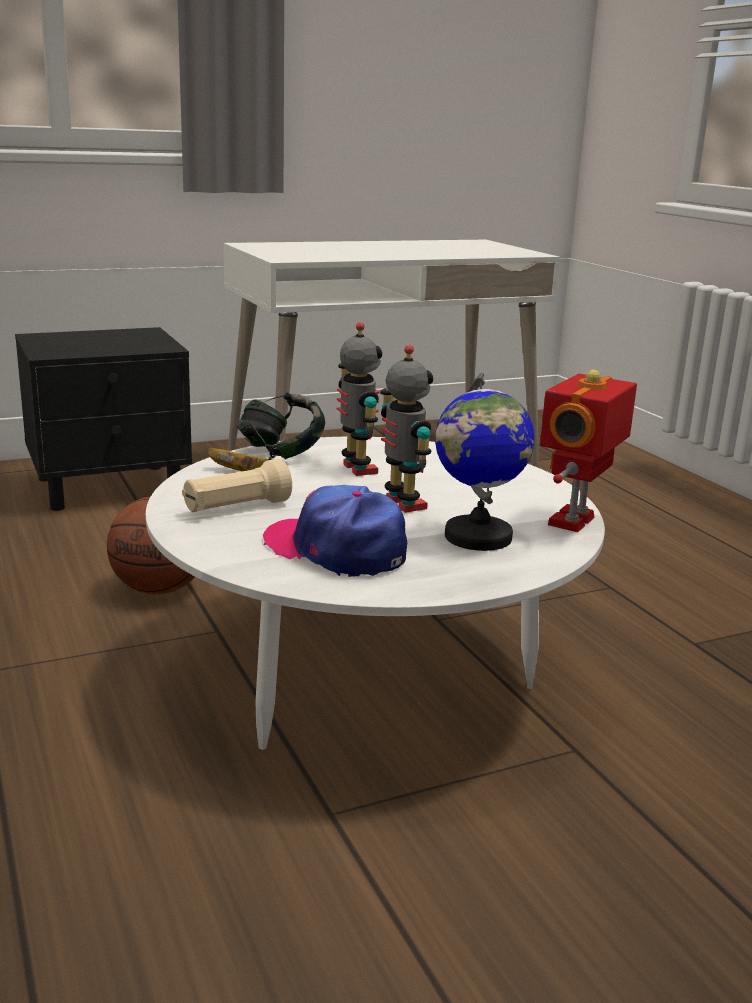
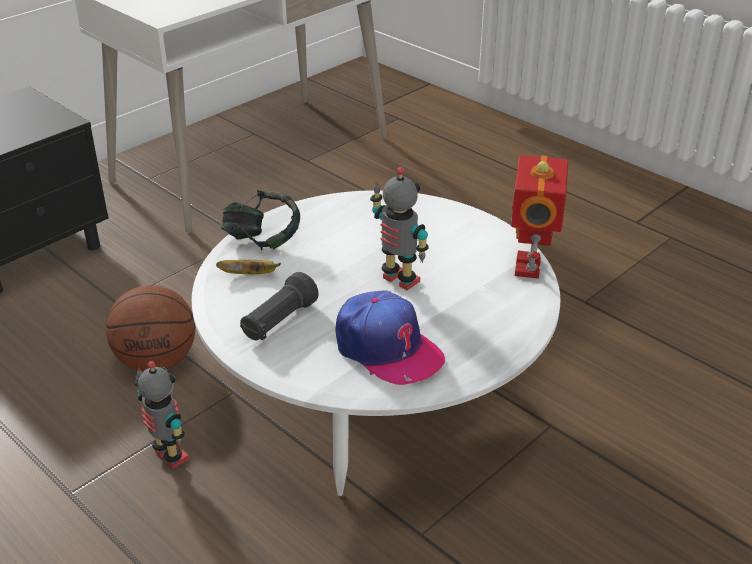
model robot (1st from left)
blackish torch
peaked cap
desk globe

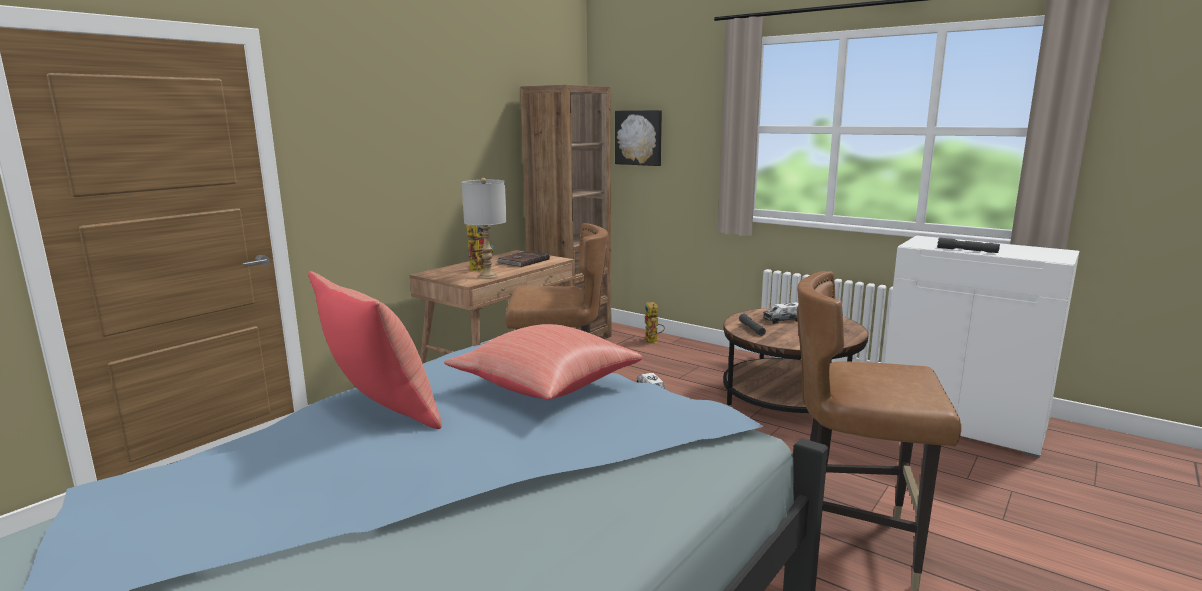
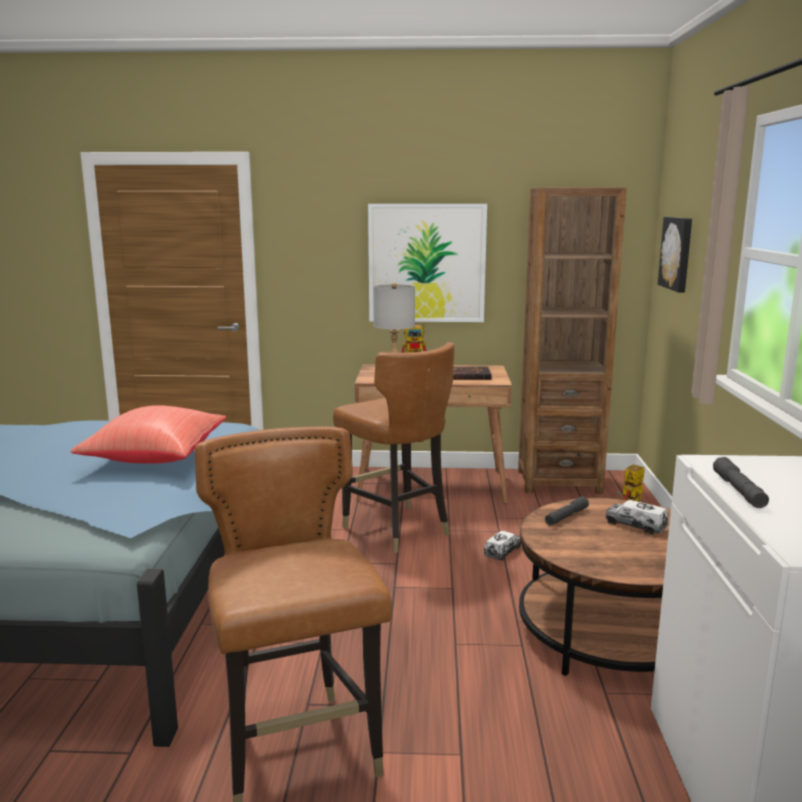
picture (1st from left)
red-coloured pillow (1st from left in the first image)

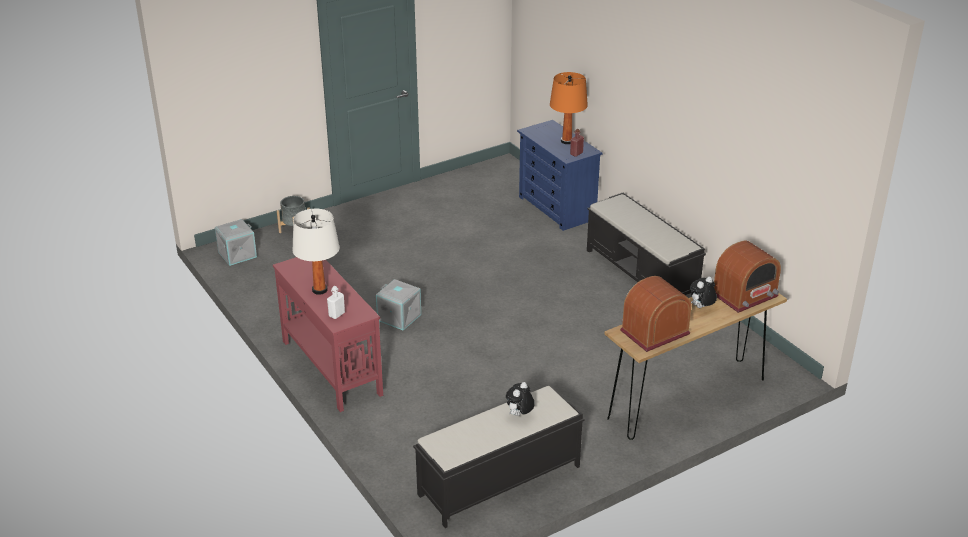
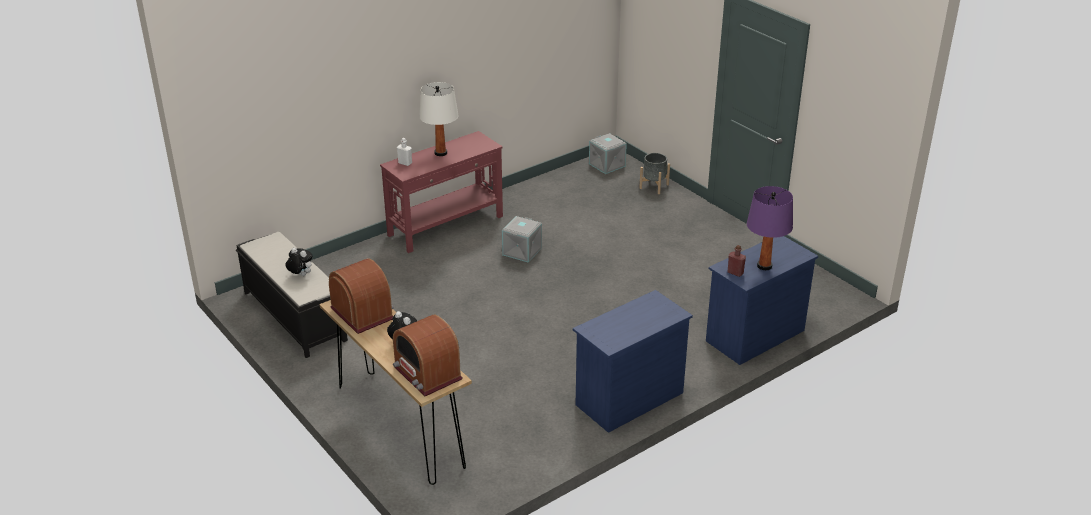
bluish drawer chest (1st from left)
purple table lamp

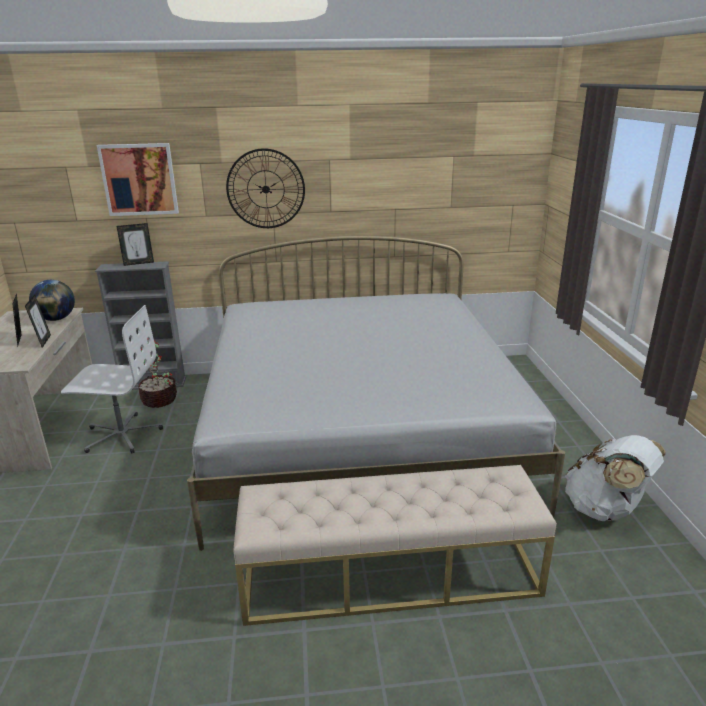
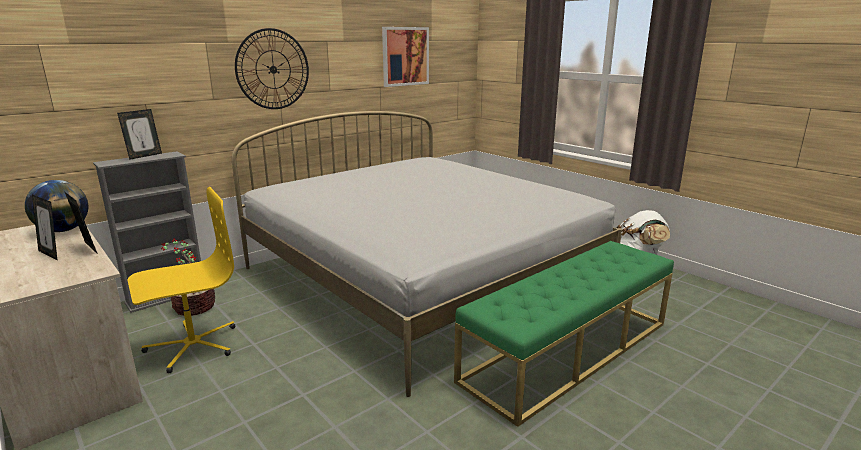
yellow-coloured computer chair
picture
green long seat

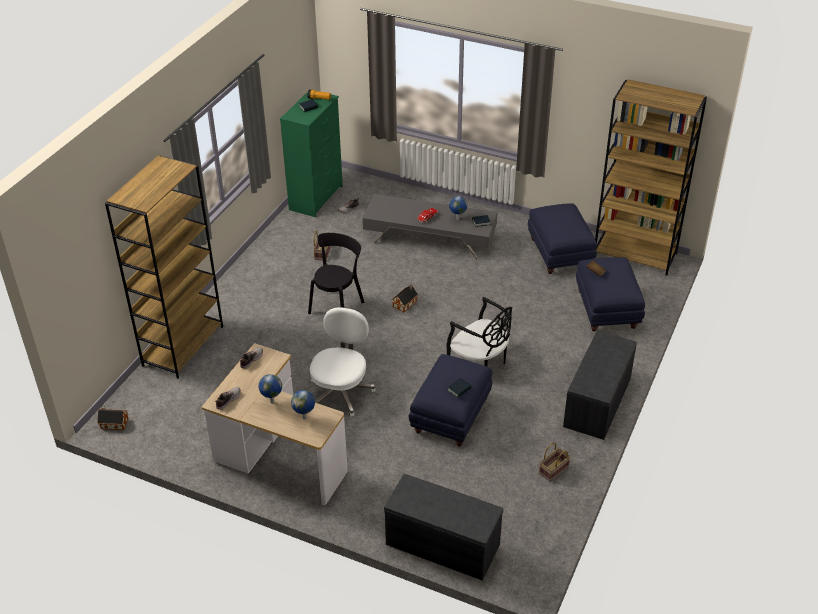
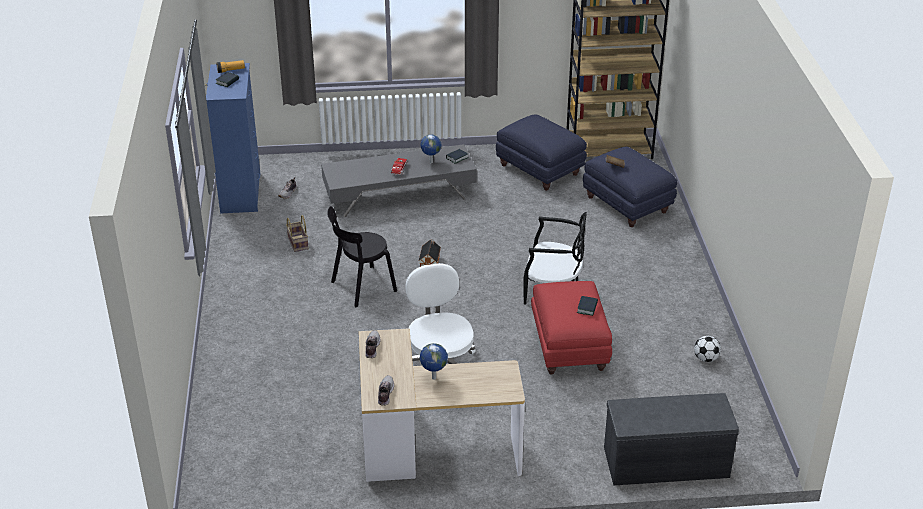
bluish drawer chest
blackish upright chair (1st from left)
red-coloured ottoman
football ball
miniature house (1st from left in the first image)
brown-coloured shelving unit (1st from left in the first image)
desk globe (2nd from left in the first image)
greyish long seat (2nd from left in the first image)

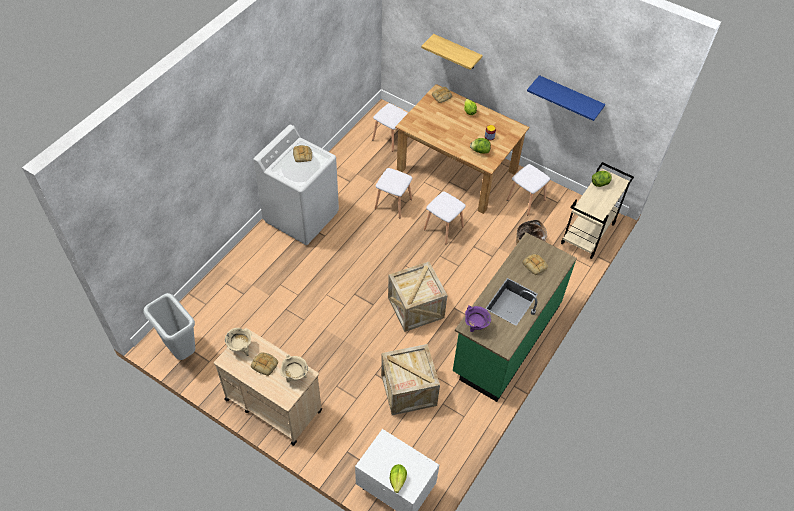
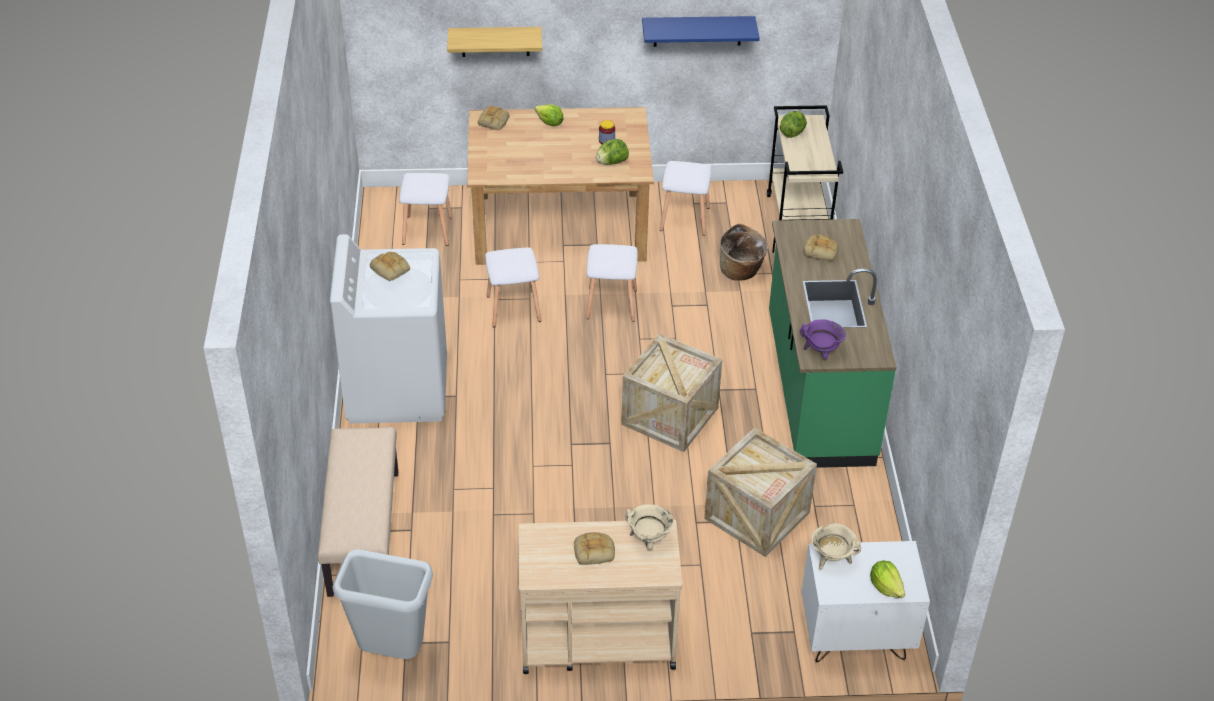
sand-coloured long seat
sand-coloured stockpot (2nd from left)

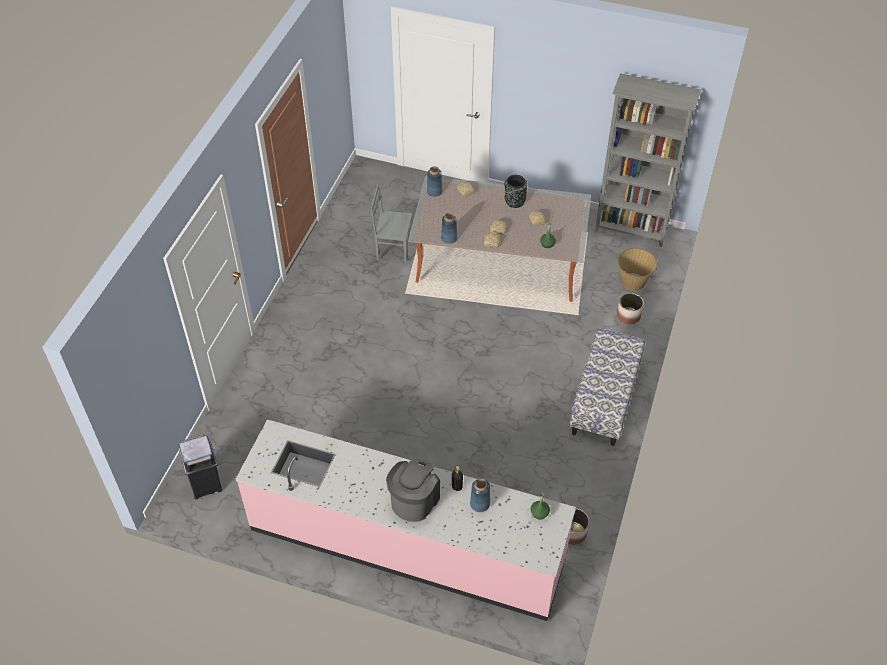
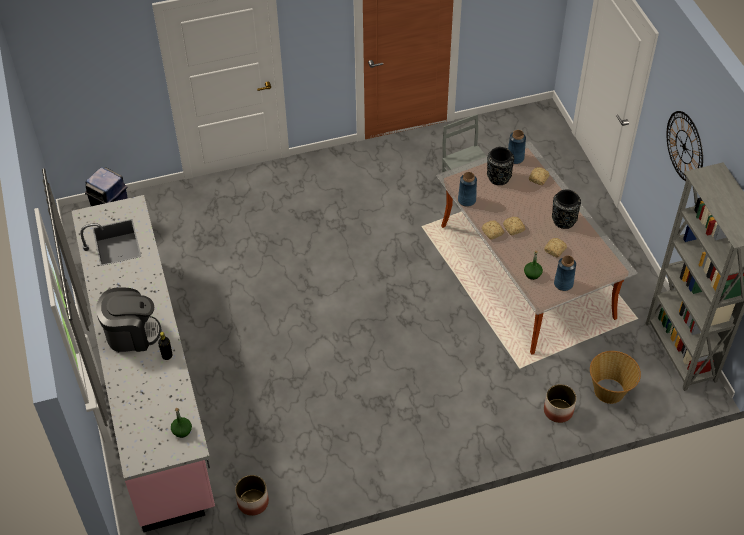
blackish decorative vase (1st from left)
bluish decorative vase (3rd from left)
wall clock
long seat

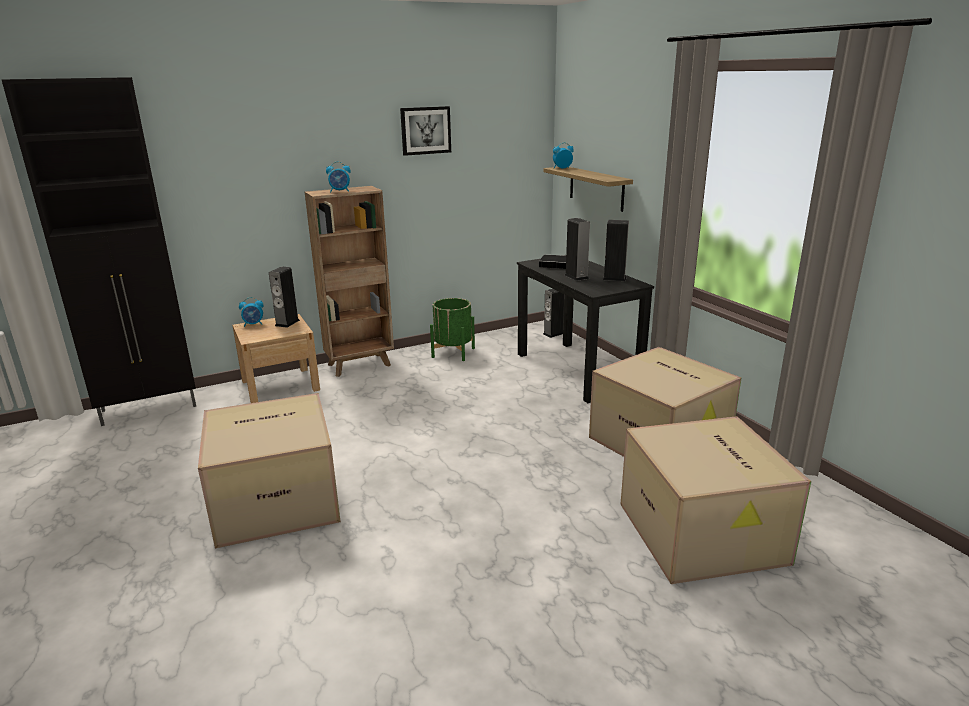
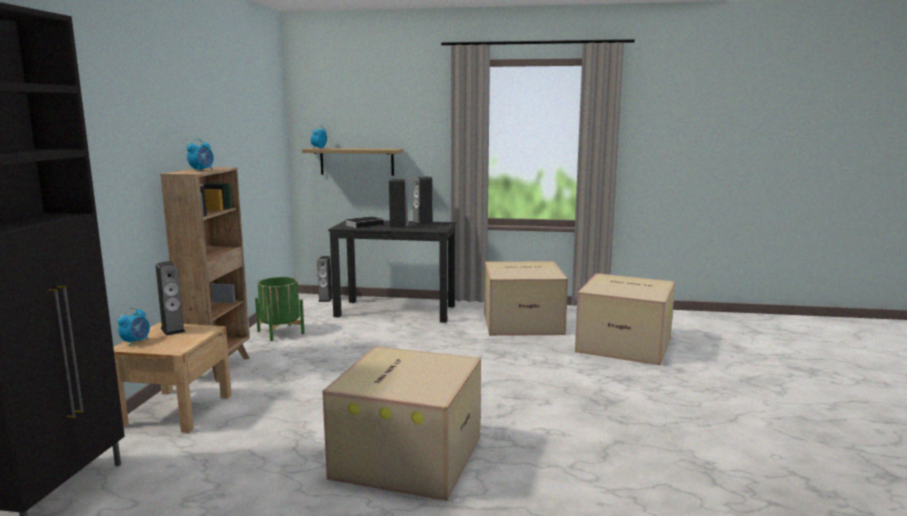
picture

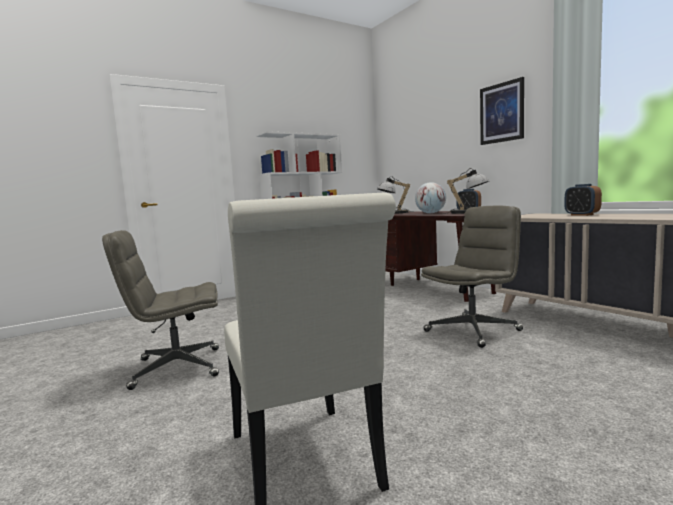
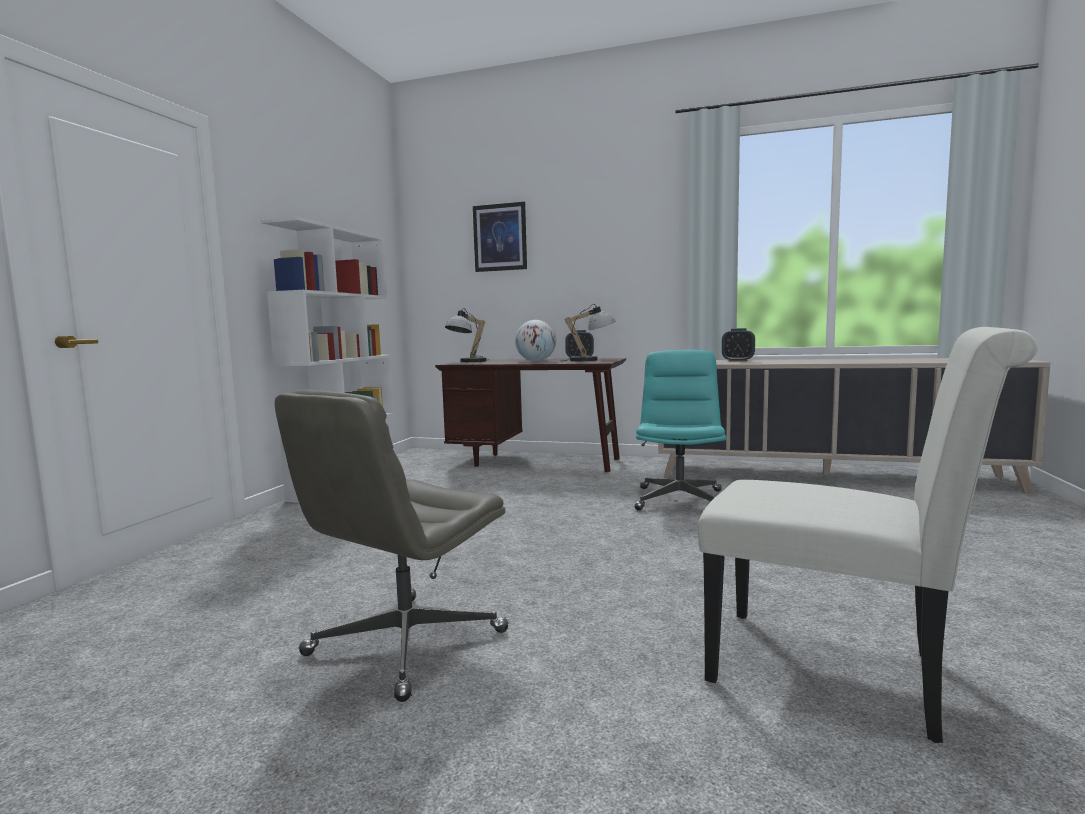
picture
turquoise computer chair

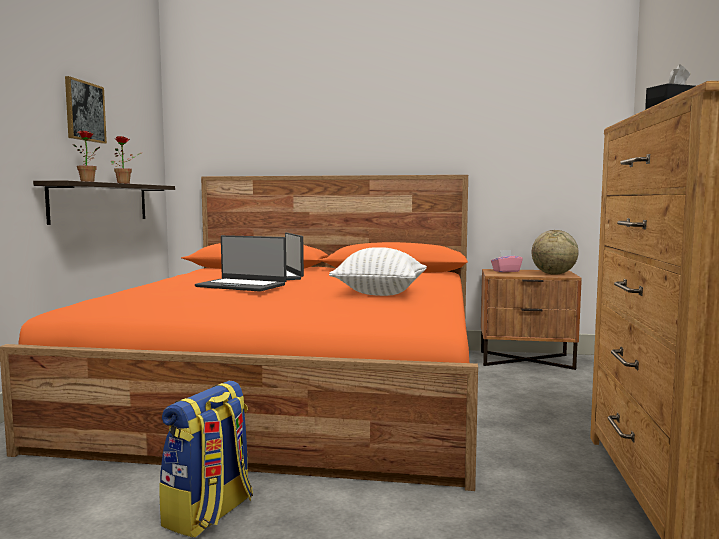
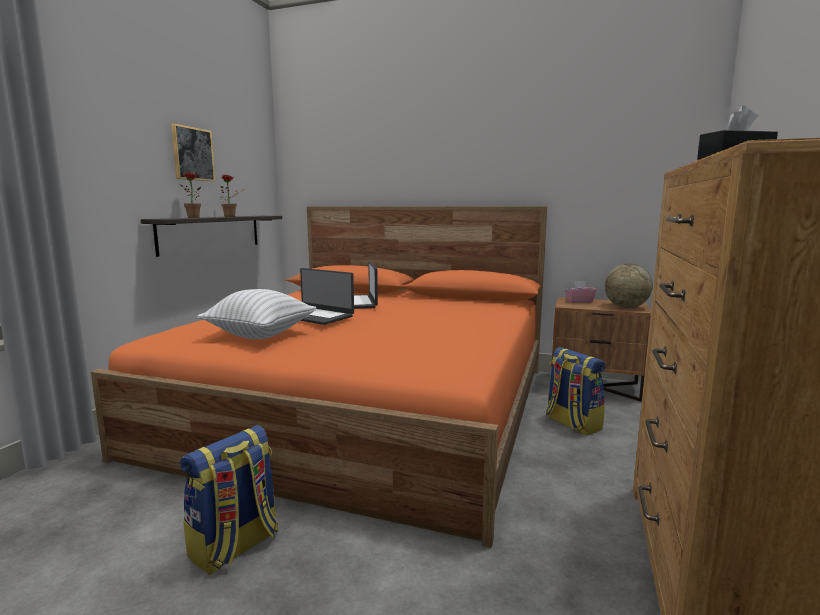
white-coloured pillow
backpack (2nd from left)

